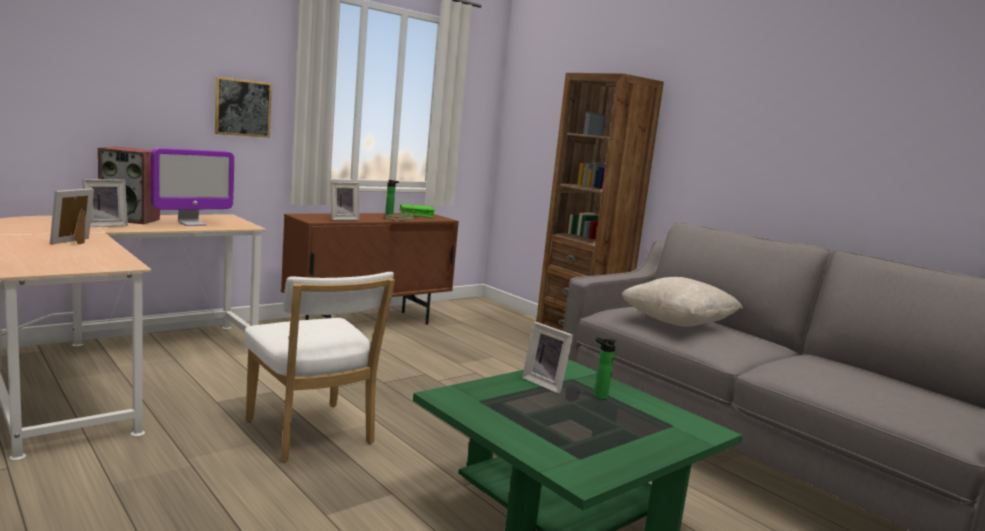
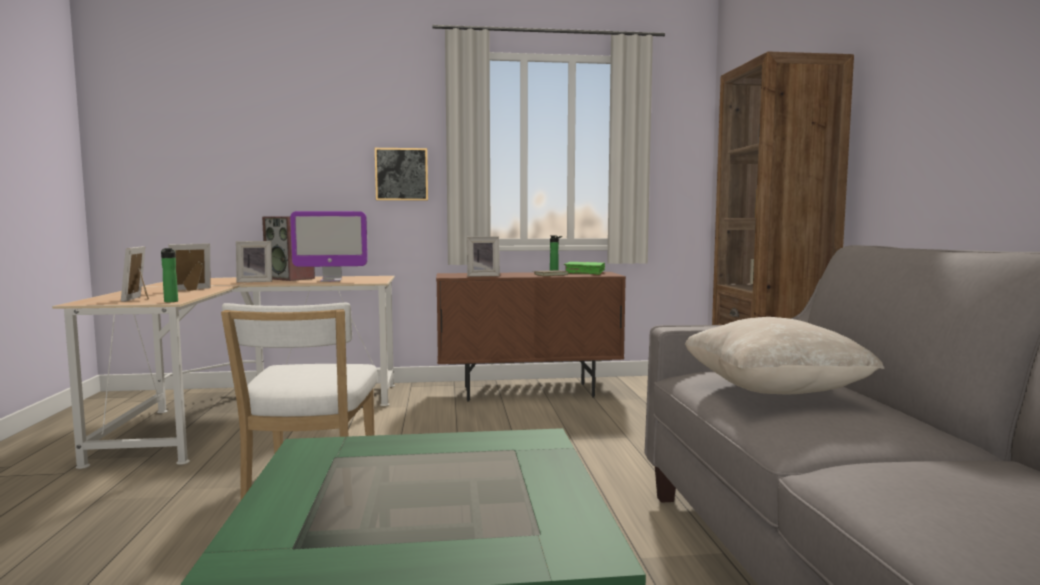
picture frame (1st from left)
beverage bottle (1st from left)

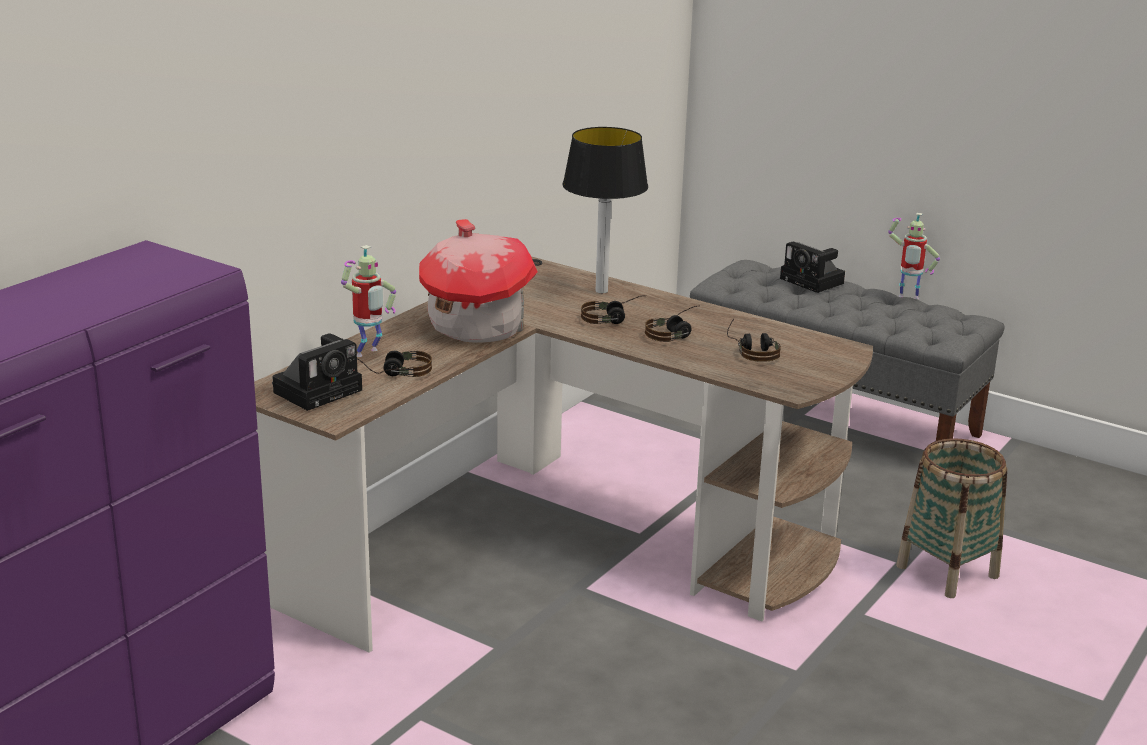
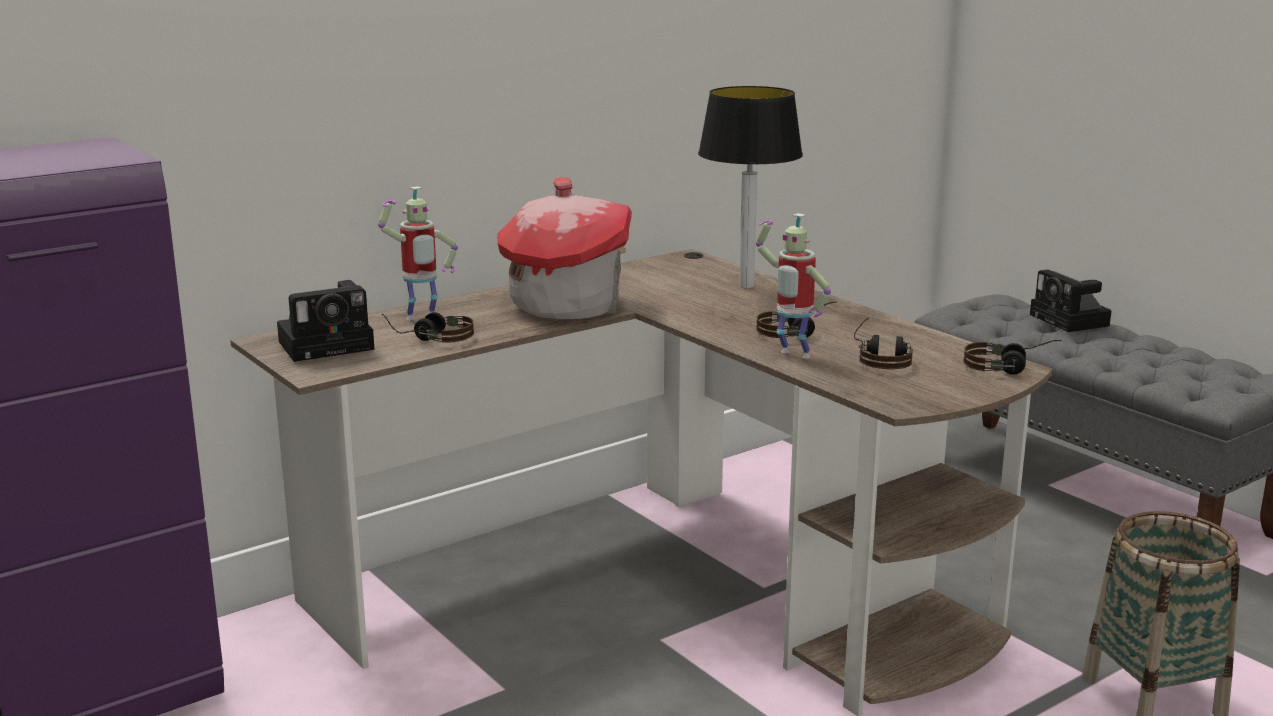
model robot (2nd from left)
headphones (4th from left)

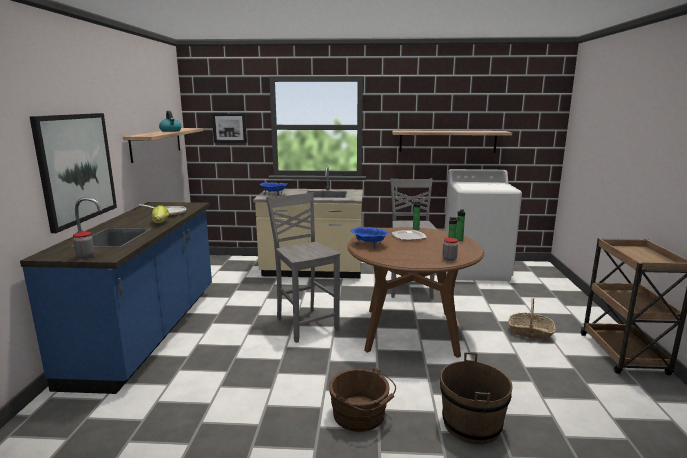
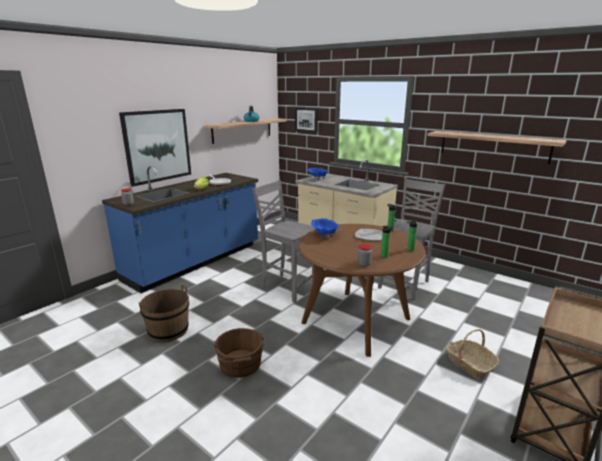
brown-coloured water bucket (1st from left)
greyish upright chair (1st from left)
white-coloured laundry appliance

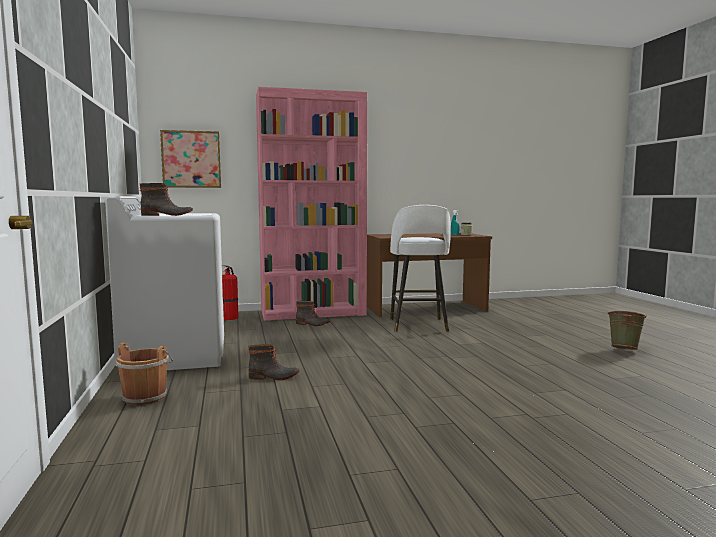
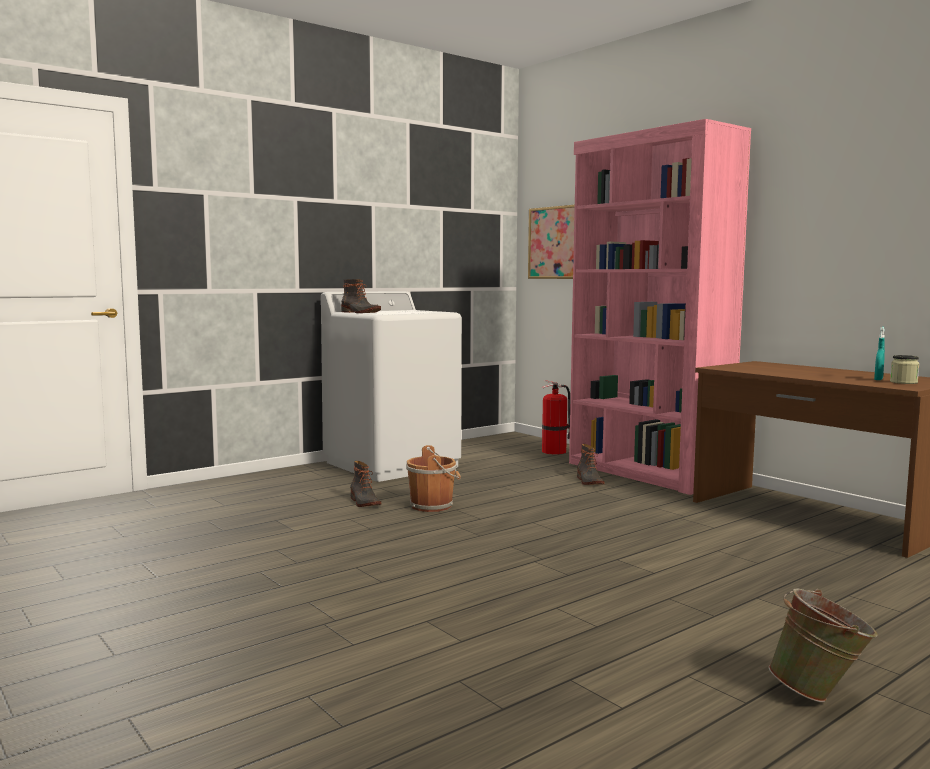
brown-coloured water bucket
white-coloured sitting stool

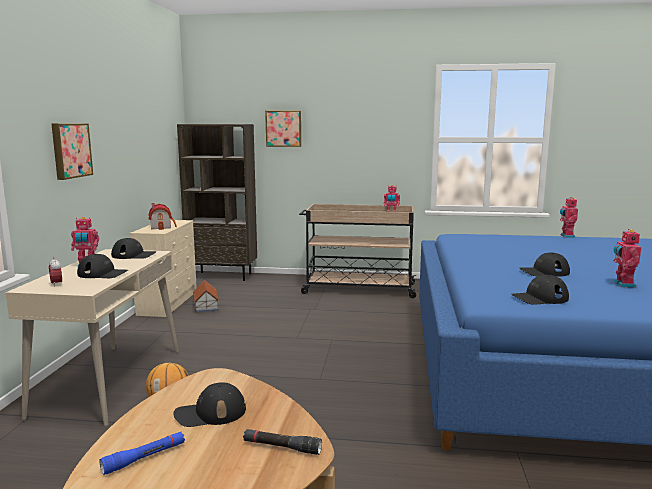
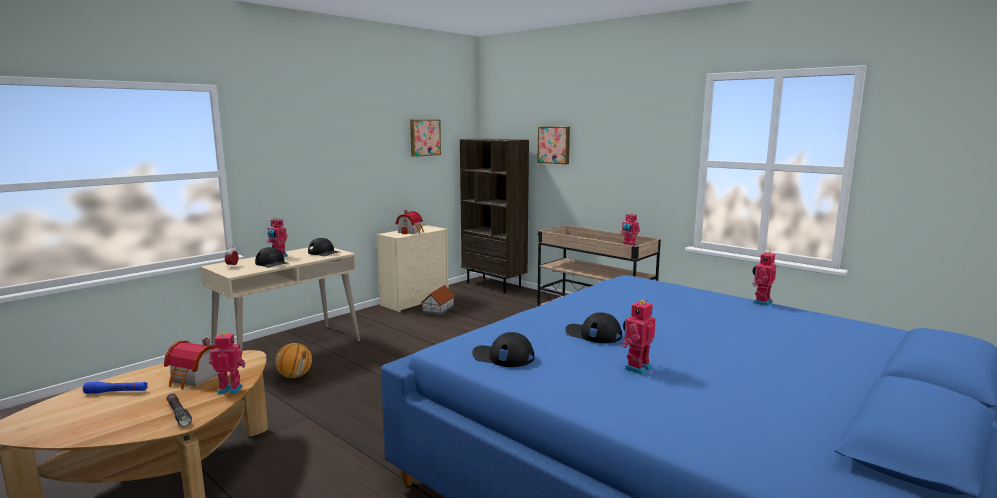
miniature house (1st from left)
model robot (1st from left)
picture (1st from left)

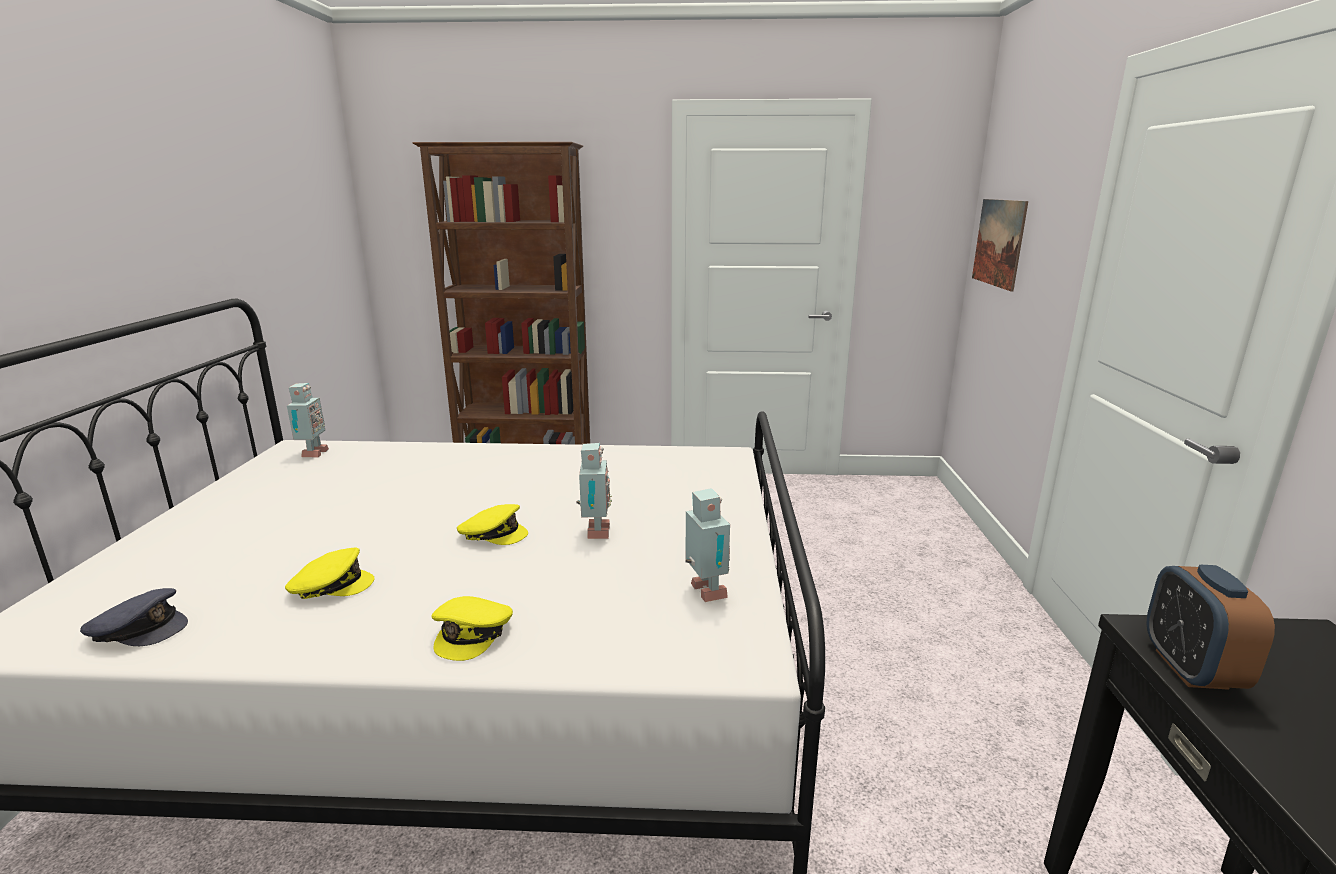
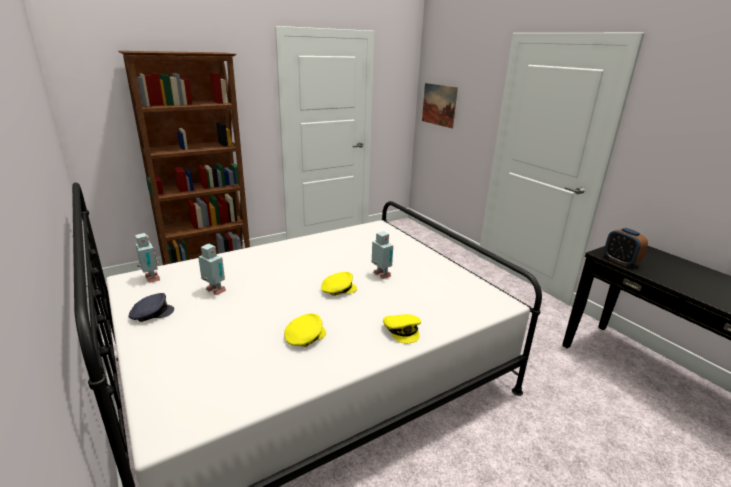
greyish peaked cap
model robot (2nd from left)

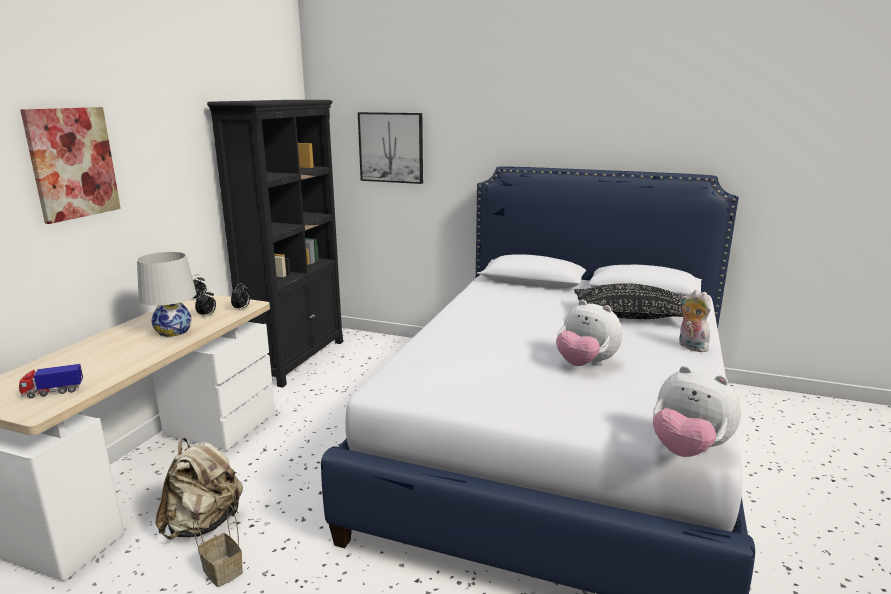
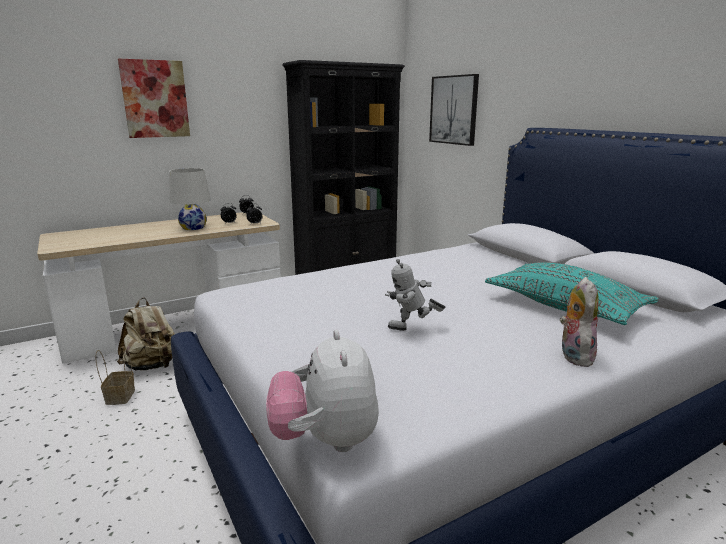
model robot
turquoise pillow
model truck

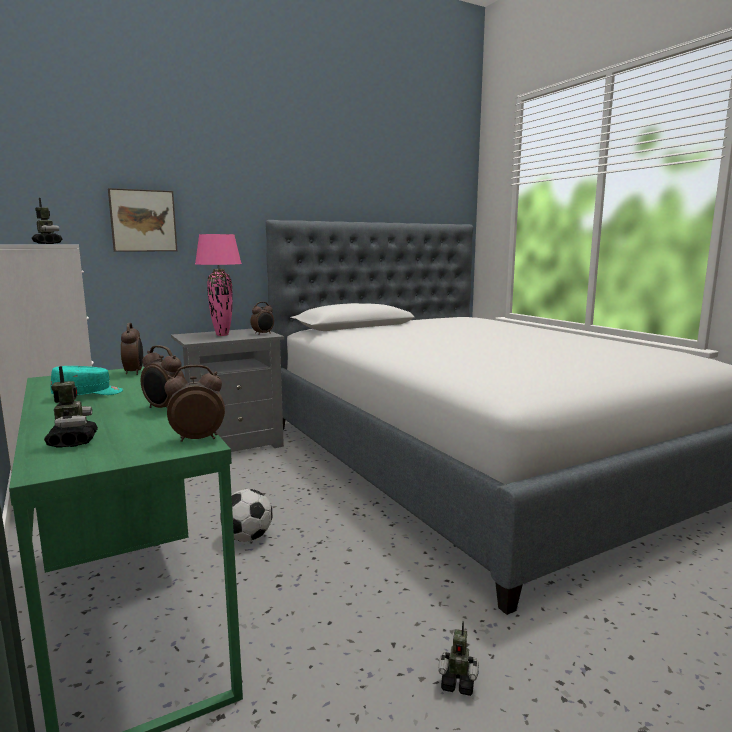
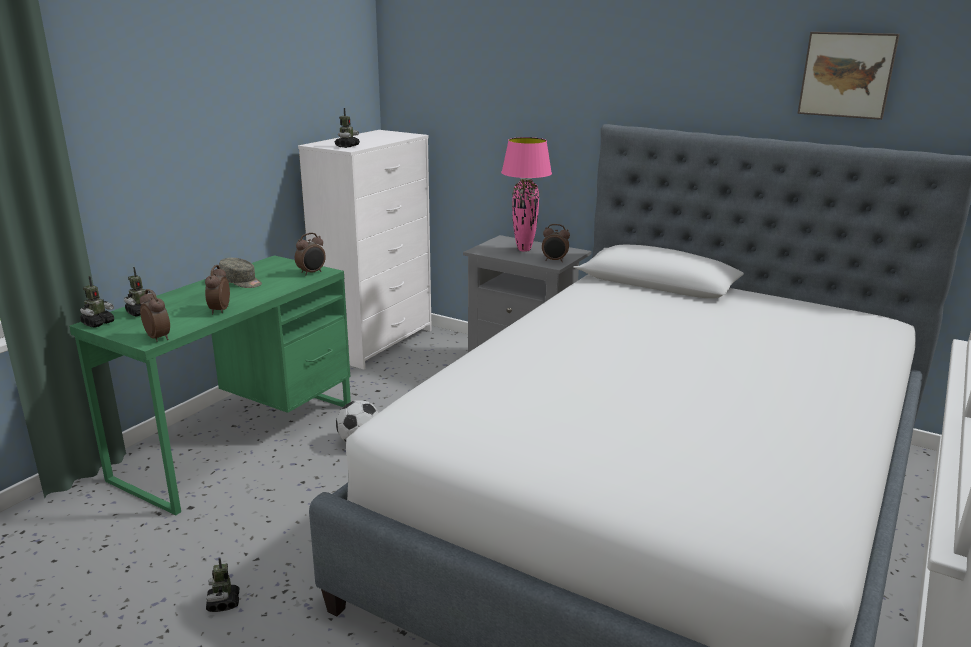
model robot (1st from left)
greyish peaked cap
picture

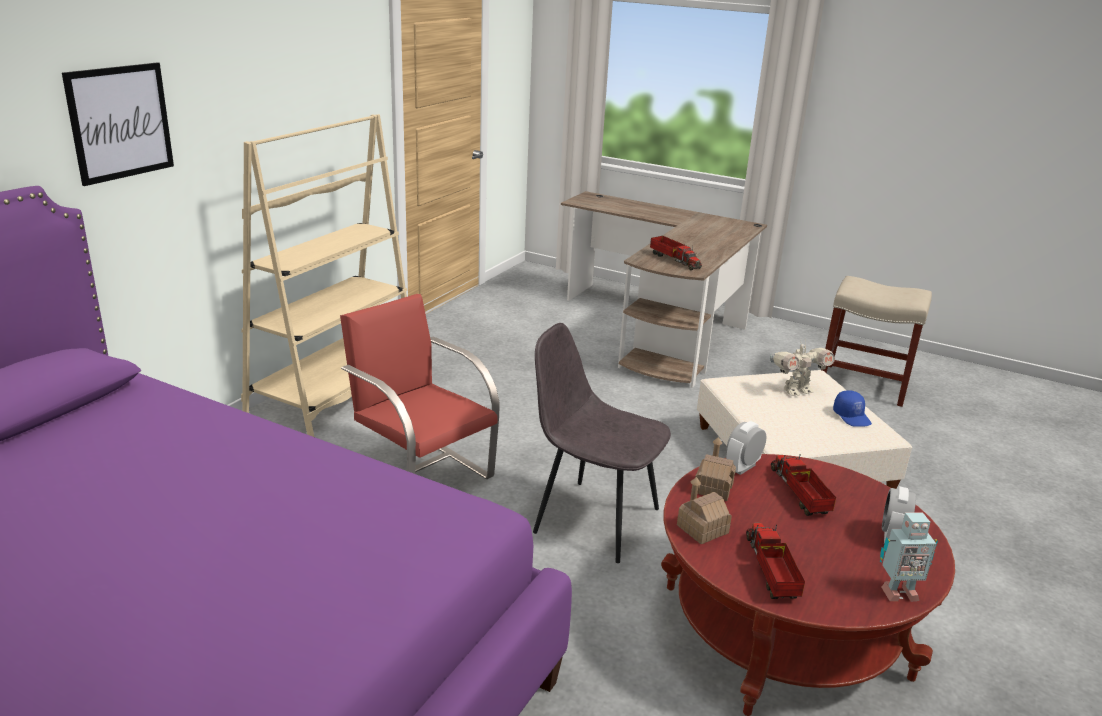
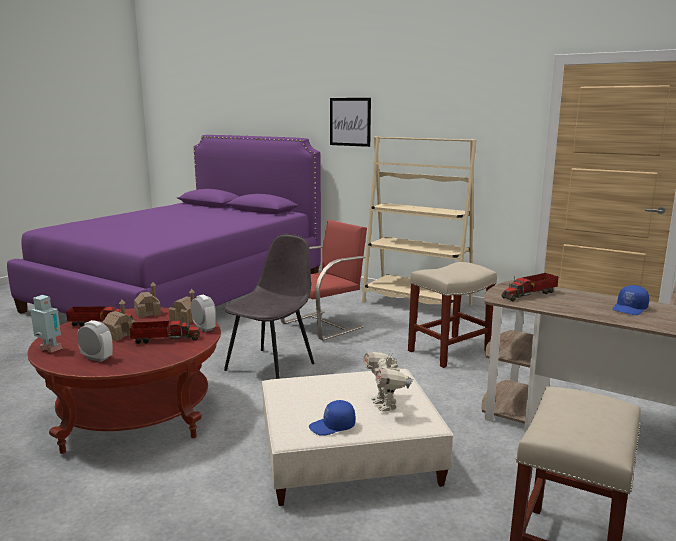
model robot (1st from left)
miniature house (1st from left)
sand-coloured sitting stool (1st from left)
bluish peaked cap (2nd from left)

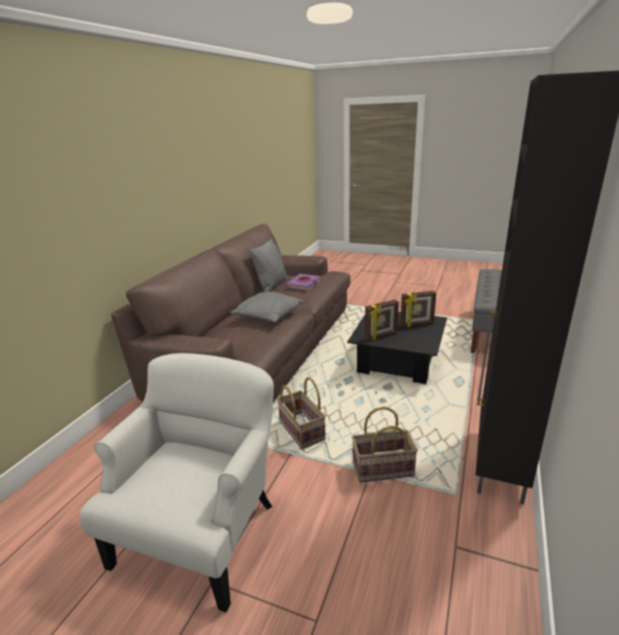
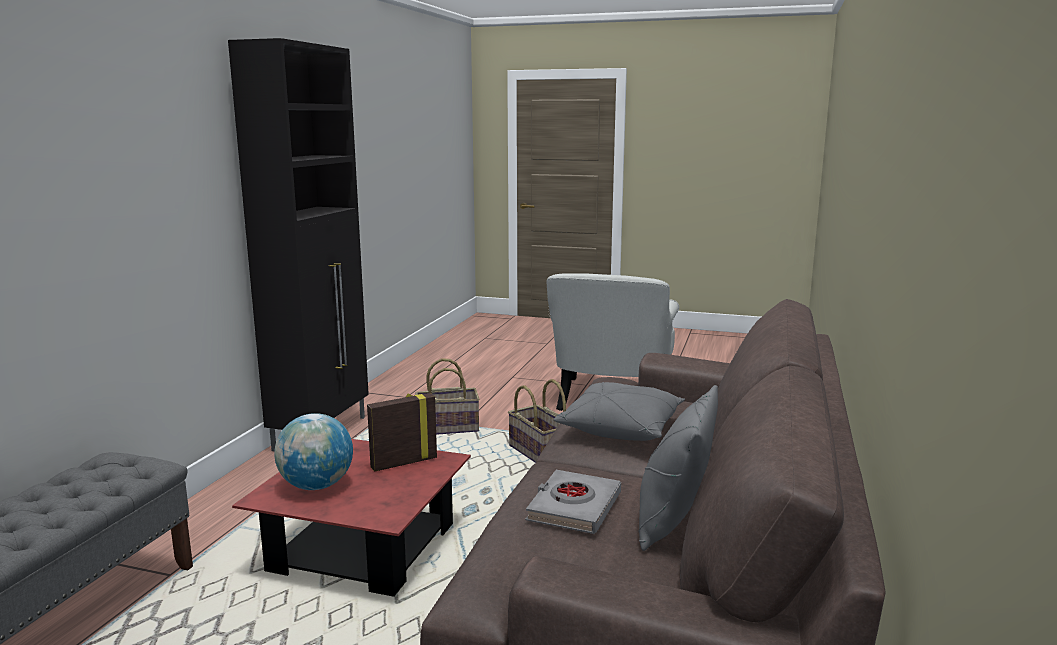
red-coloured lounge table
desk globe
greyish bound book

